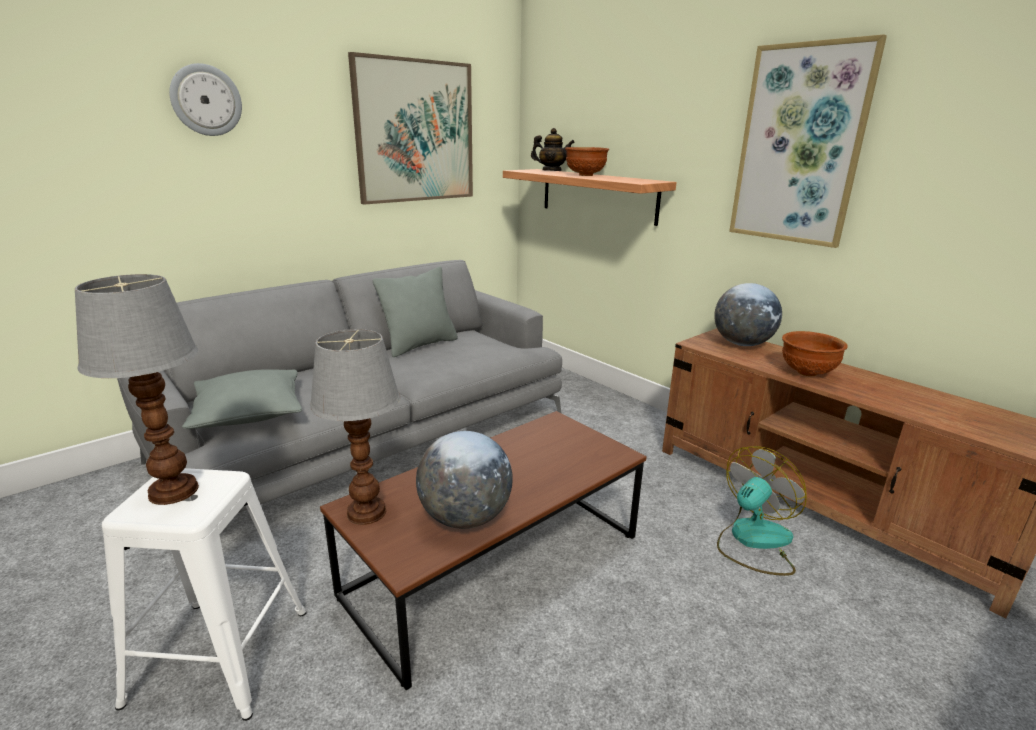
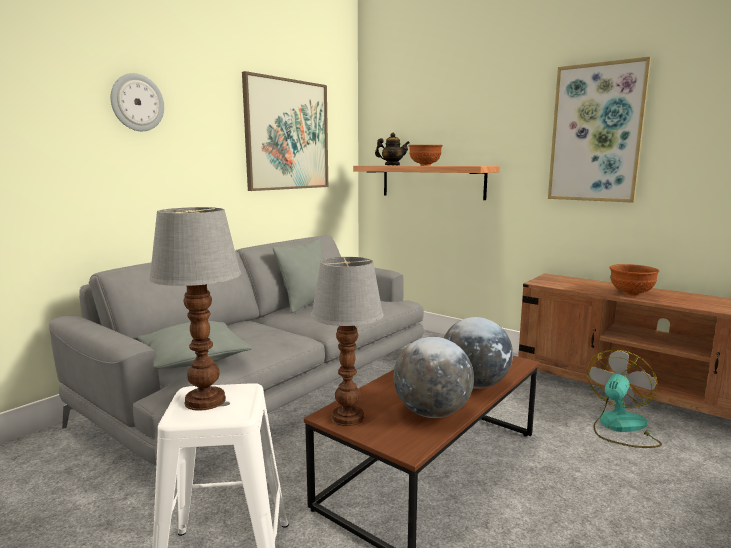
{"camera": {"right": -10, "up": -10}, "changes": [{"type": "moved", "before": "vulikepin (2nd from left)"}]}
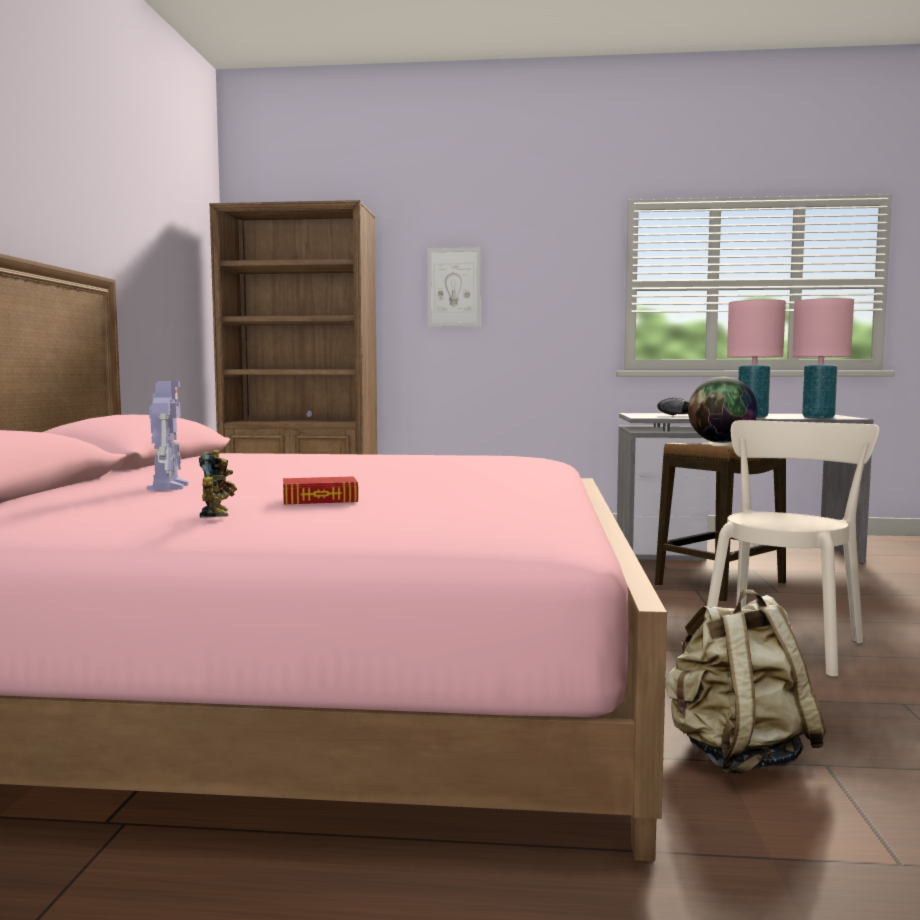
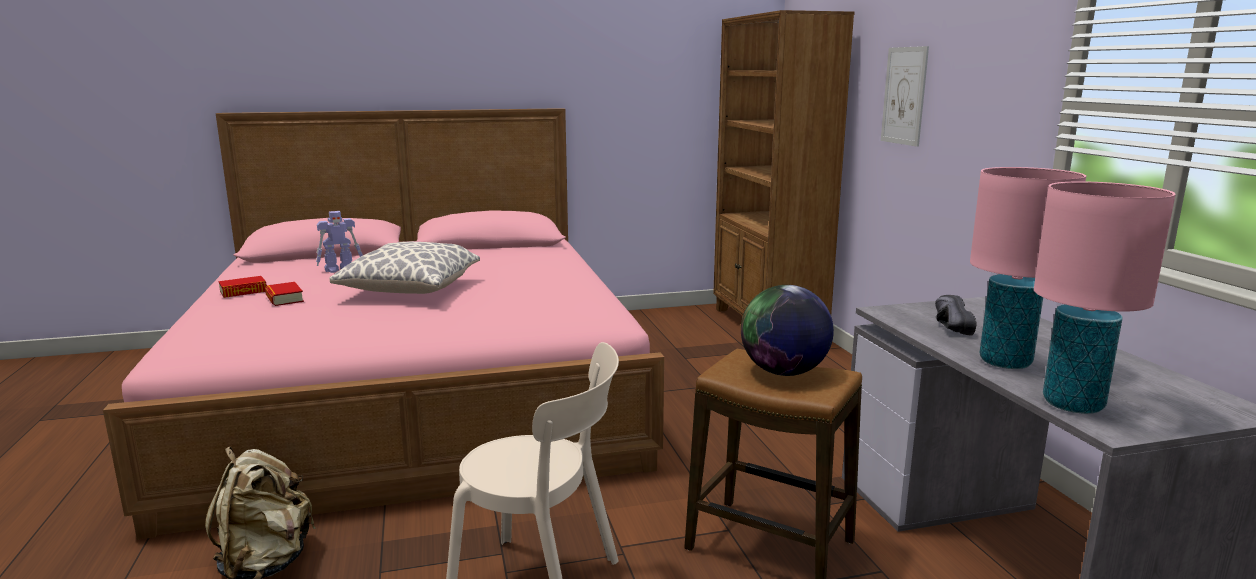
{"camera": {"right": 70, "up": 10}, "changes": [{"type": "replaced", "before": "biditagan (2nd from left)", "after": "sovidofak (1st from left)"}, {"type": "added", "after": "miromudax"}]}
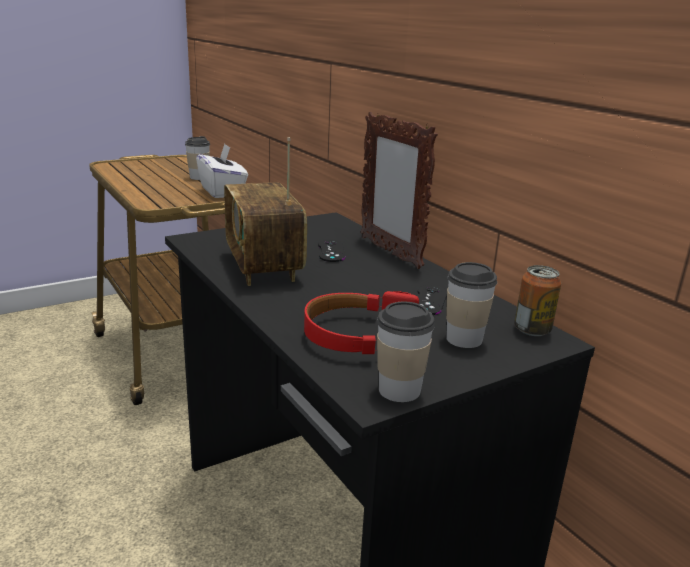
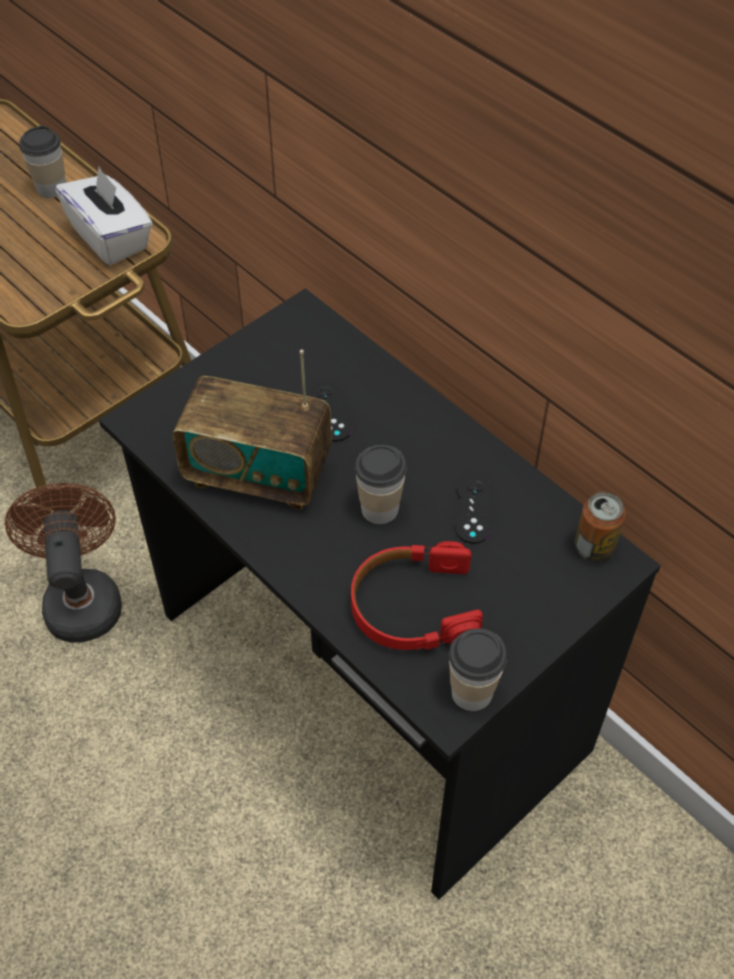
{"camera": {"right": -10, "up": 30}, "changes": [{"type": "added", "after": "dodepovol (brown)"}, {"type": "turned", "before": "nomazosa", "turn": -45}, {"type": "moved", "before": "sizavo (3rd from left in the first image)", "after": "sizavo (2nd from left)"}, {"type": "removed", "before": "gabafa"}]}
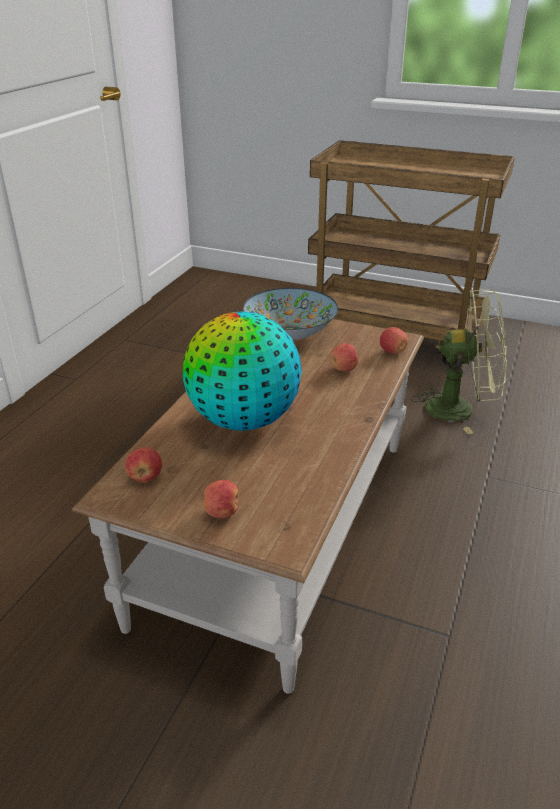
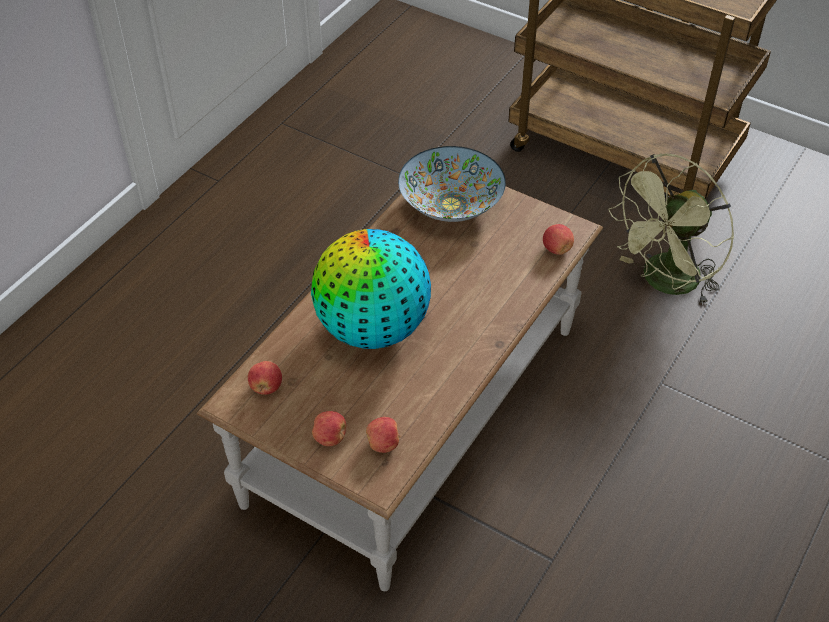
{"camera": {"right": 10, "up": 15}, "changes": [{"type": "moved", "before": "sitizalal (3rd from left)"}, {"type": "turned", "before": "dodepovol (green)", "turn": 120}]}
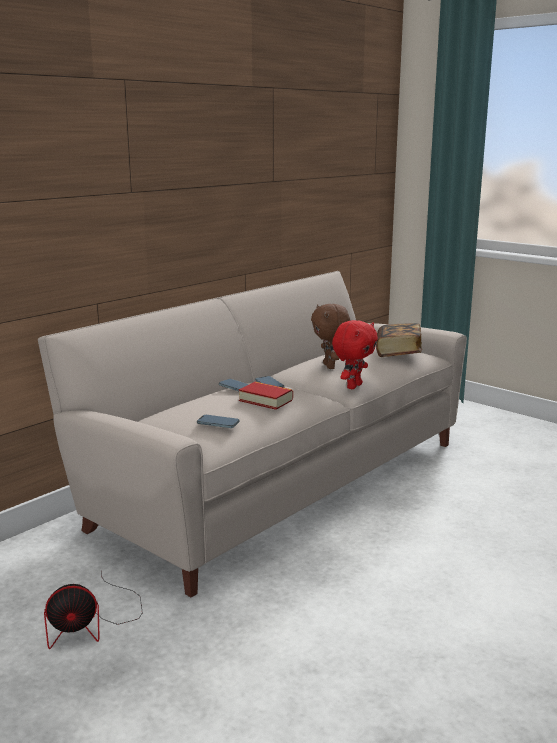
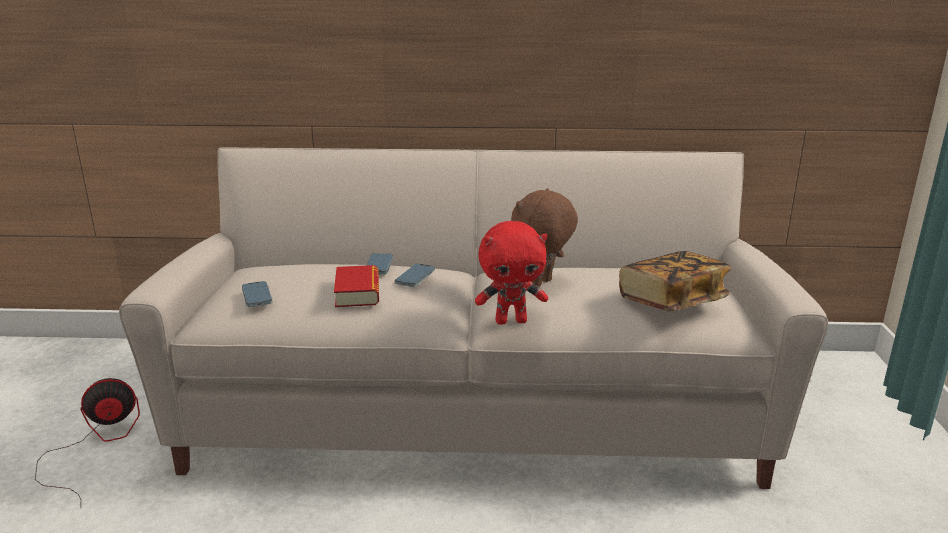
{"camera": {"right": 50, "up": 5}, "changes": [{"type": "turned", "before": "dodepovol", "turn": 120}]}
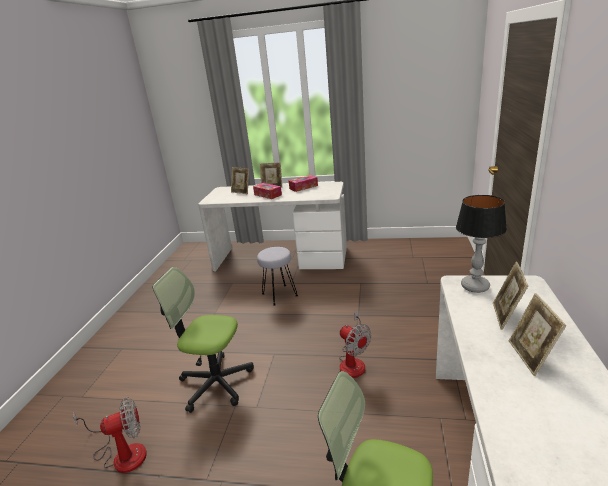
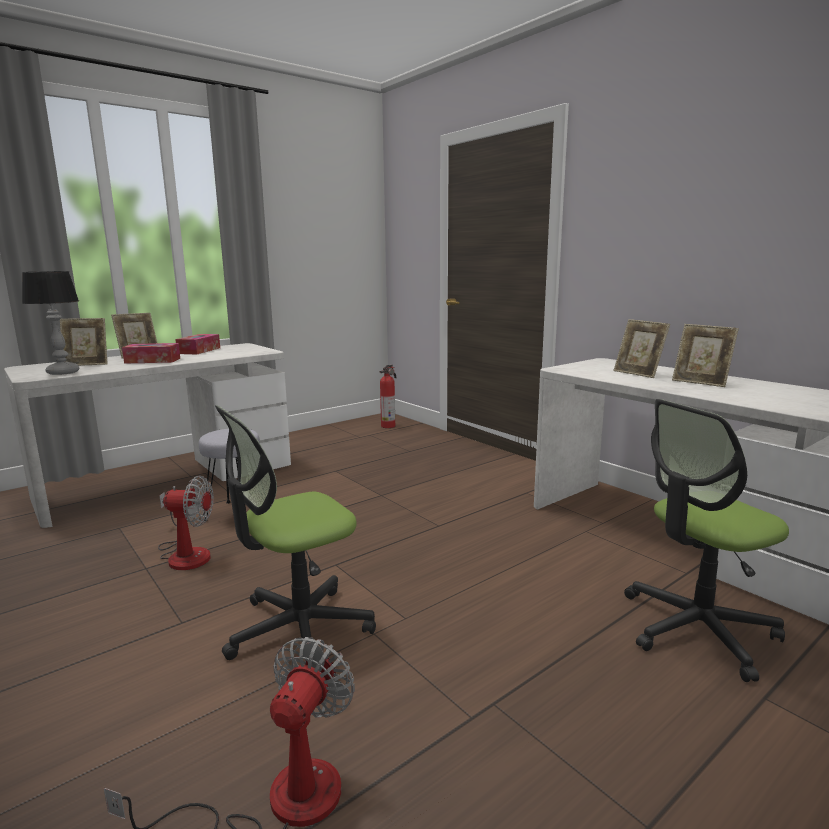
{"camera": {"right": -50, "up": -10}, "changes": [{"type": "moved", "before": "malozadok"}, {"type": "moved", "before": "dodepovol (2nd from left in the first image)", "after": "dodepovol (1st from left)"}, {"type": "added", "after": "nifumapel"}]}
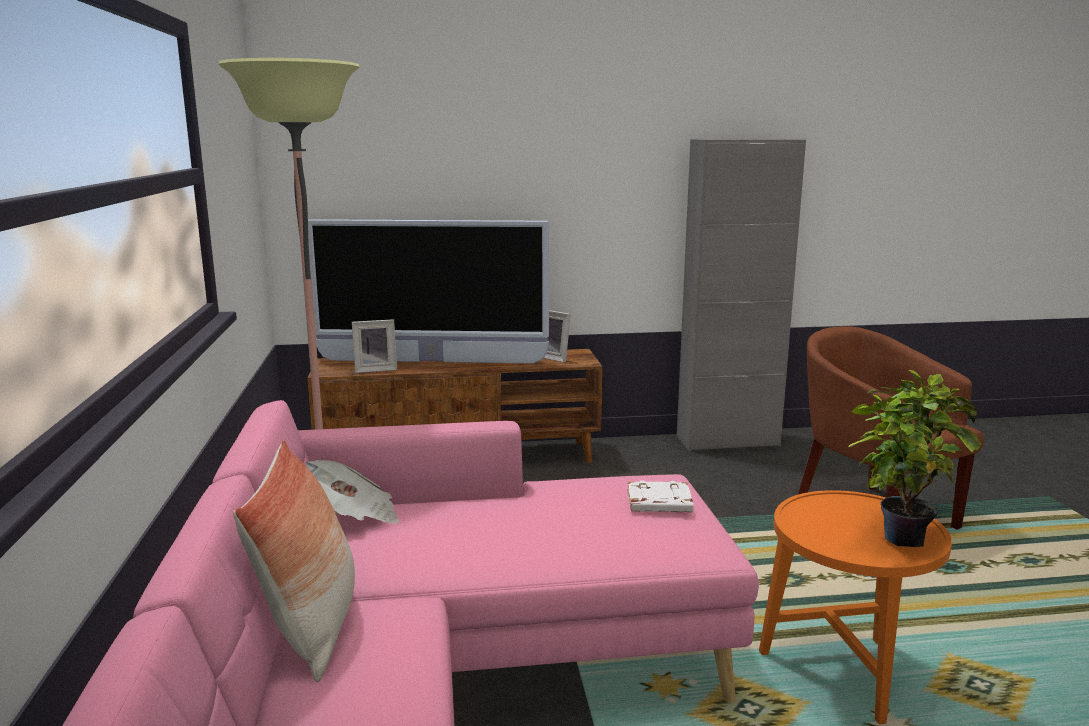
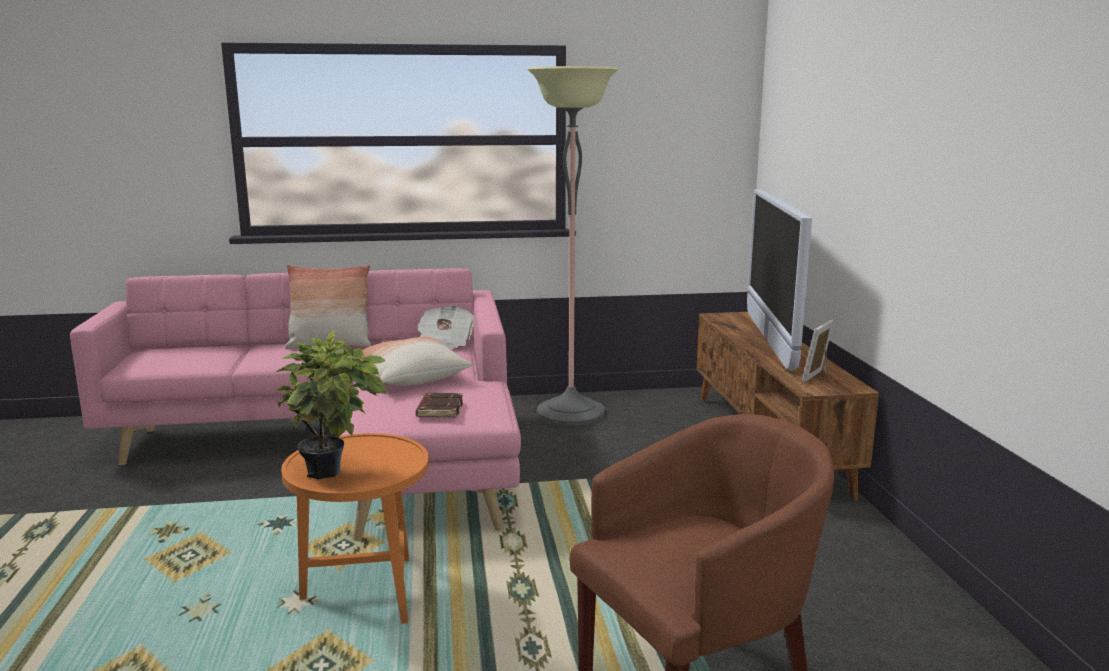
{"camera": {"right": 90, "up": 0}, "changes": [{"type": "added", "after": "miromudax (2nd from left)"}, {"type": "recoloured", "before": "sovidofak (white)", "after": "sovidofak (brown)"}, {"type": "removed", "before": "gabafa (1st from left)"}, {"type": "removed", "before": "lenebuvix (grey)"}]}
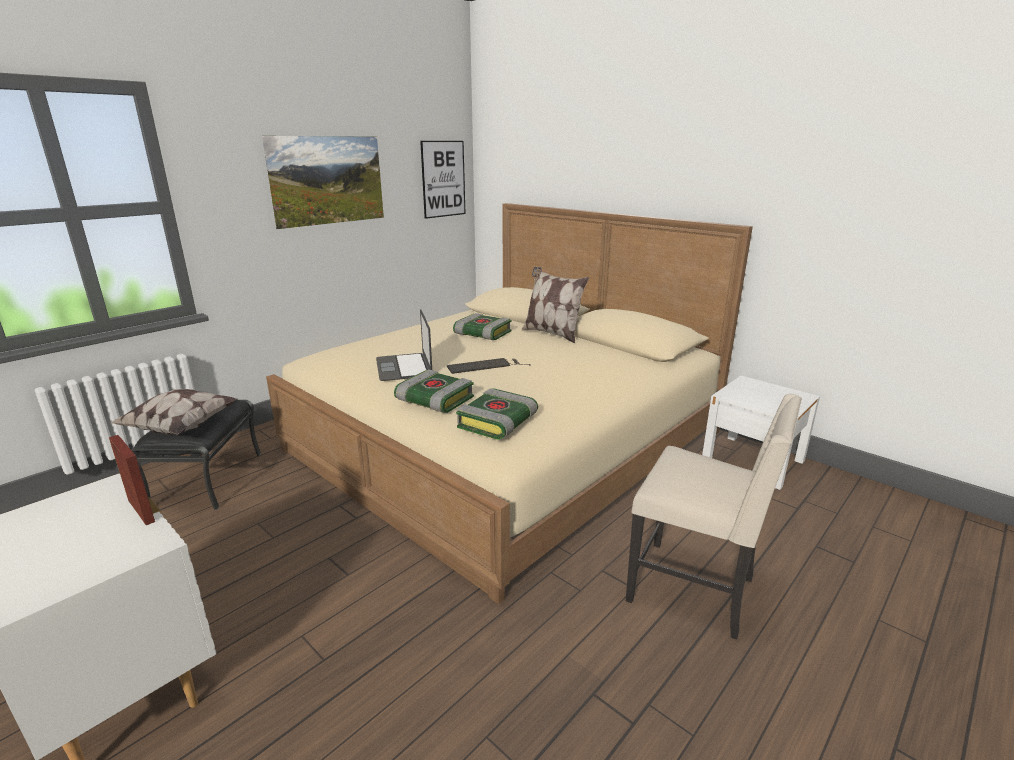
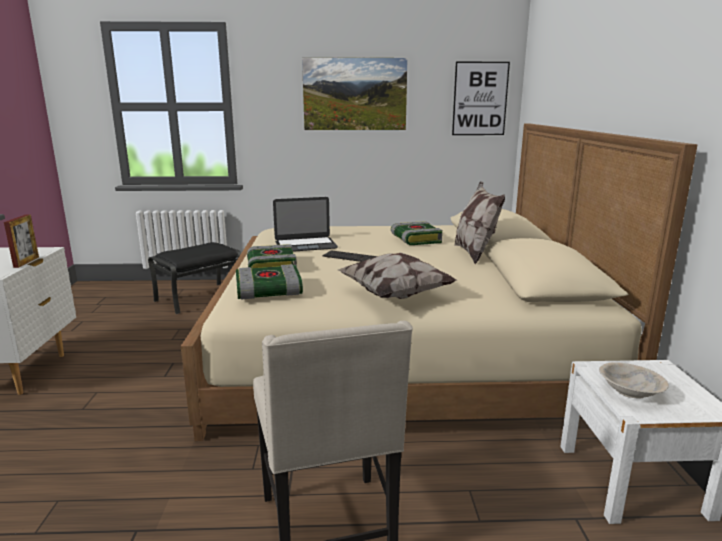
{"camera": {"right": 45, "up": -5}, "changes": [{"type": "turned", "before": "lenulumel", "turn": -135}, {"type": "moved", "before": "miromudax (1st from left)"}, {"type": "added", "after": "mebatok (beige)"}]}
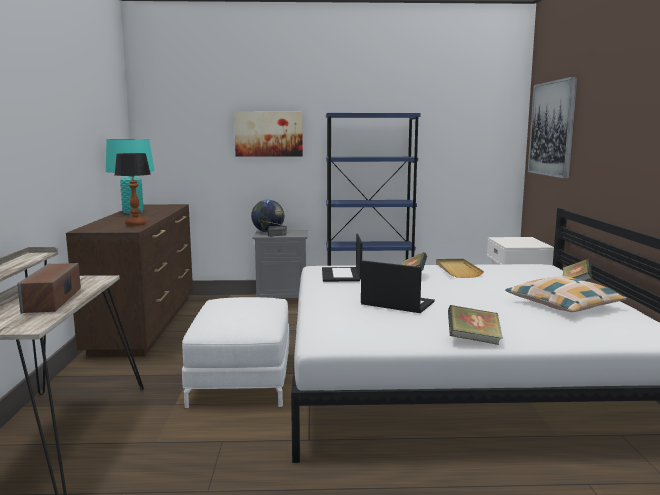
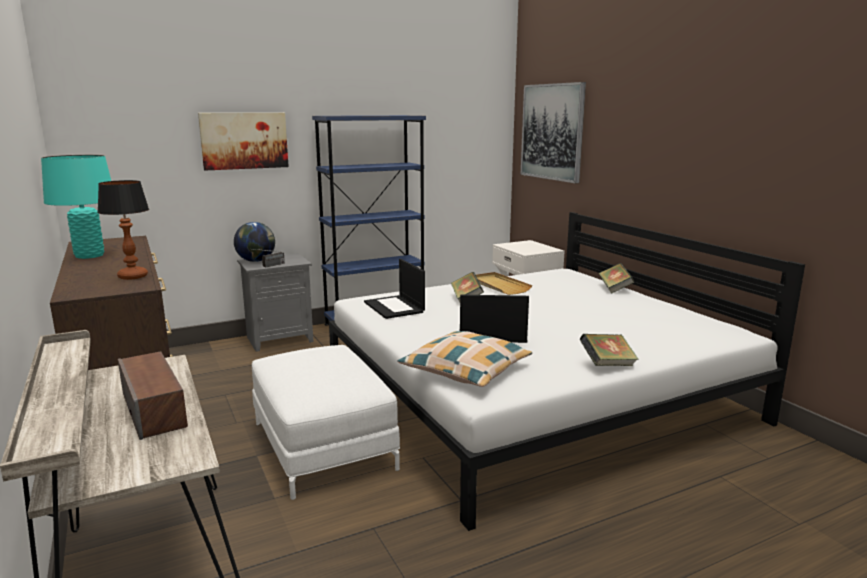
{"camera": {"right": -25, "up": 5}, "changes": [{"type": "moved", "before": "miromudax"}]}
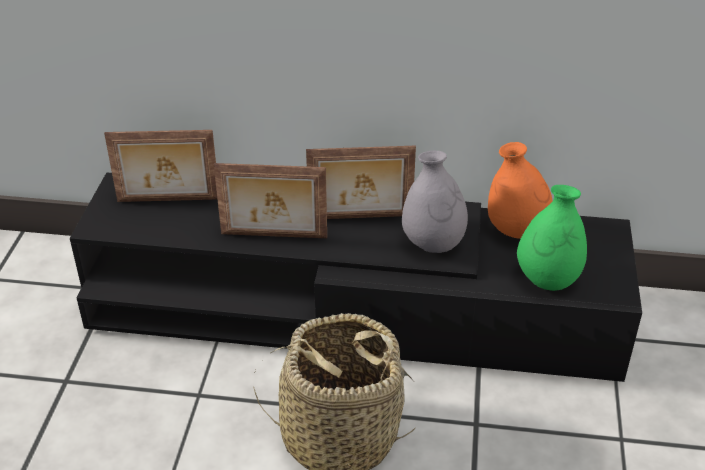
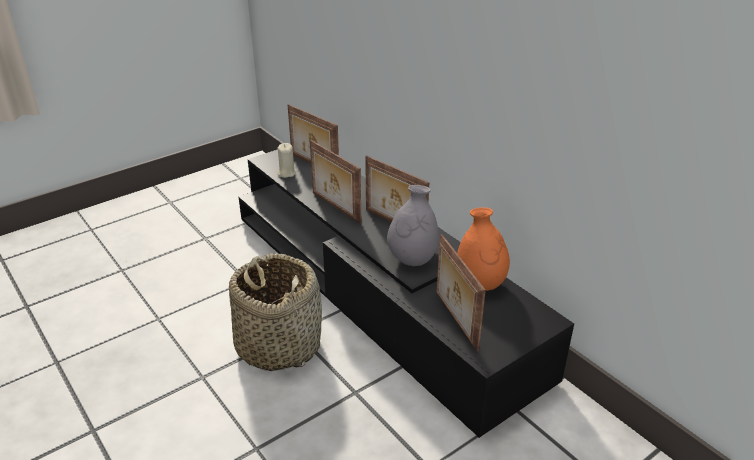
{"camera": {"right": 45, "up": -5}, "changes": [{"type": "added", "after": "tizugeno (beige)"}, {"type": "replaced", "before": "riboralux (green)", "after": "gabafa (4th from left)"}]}
